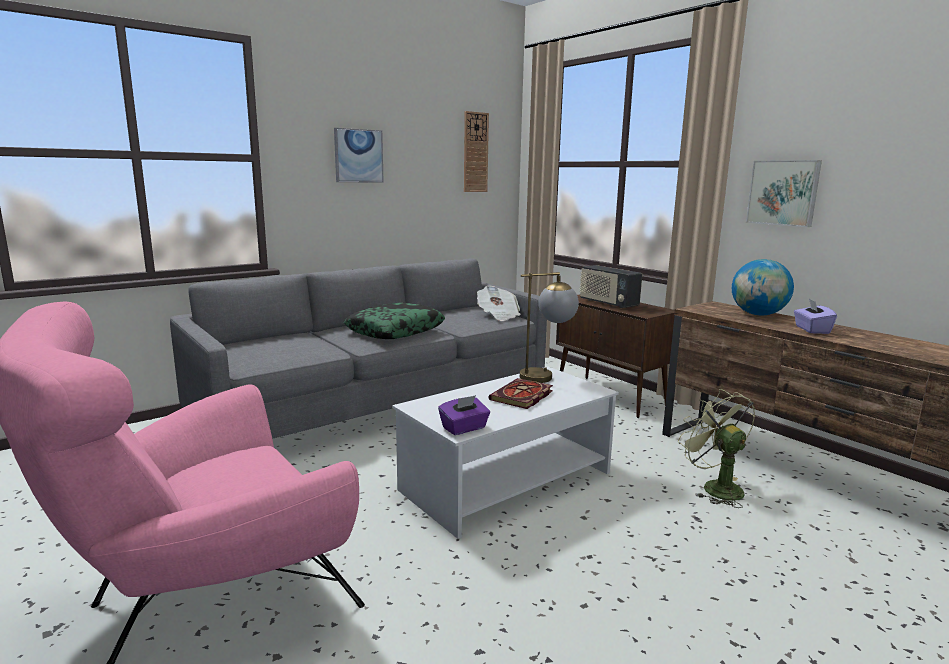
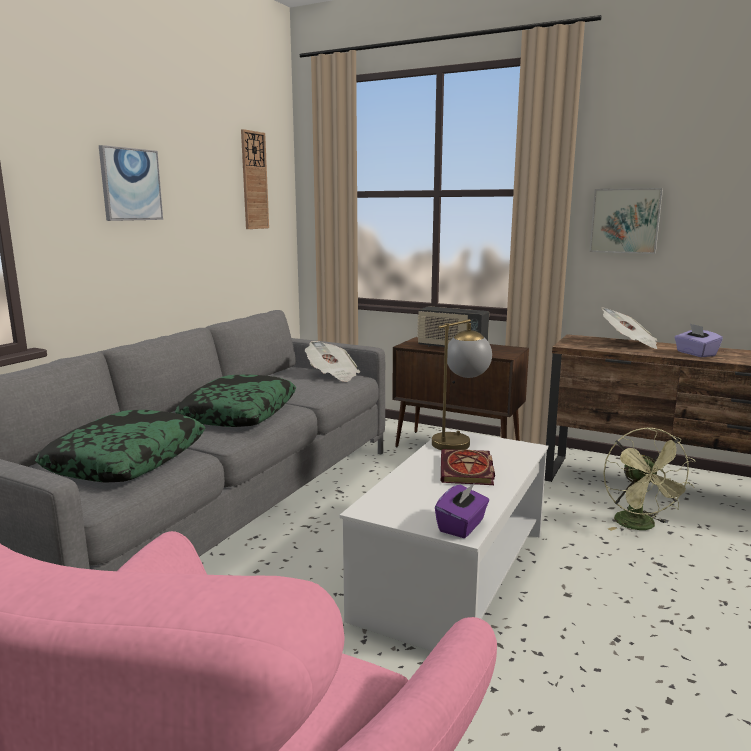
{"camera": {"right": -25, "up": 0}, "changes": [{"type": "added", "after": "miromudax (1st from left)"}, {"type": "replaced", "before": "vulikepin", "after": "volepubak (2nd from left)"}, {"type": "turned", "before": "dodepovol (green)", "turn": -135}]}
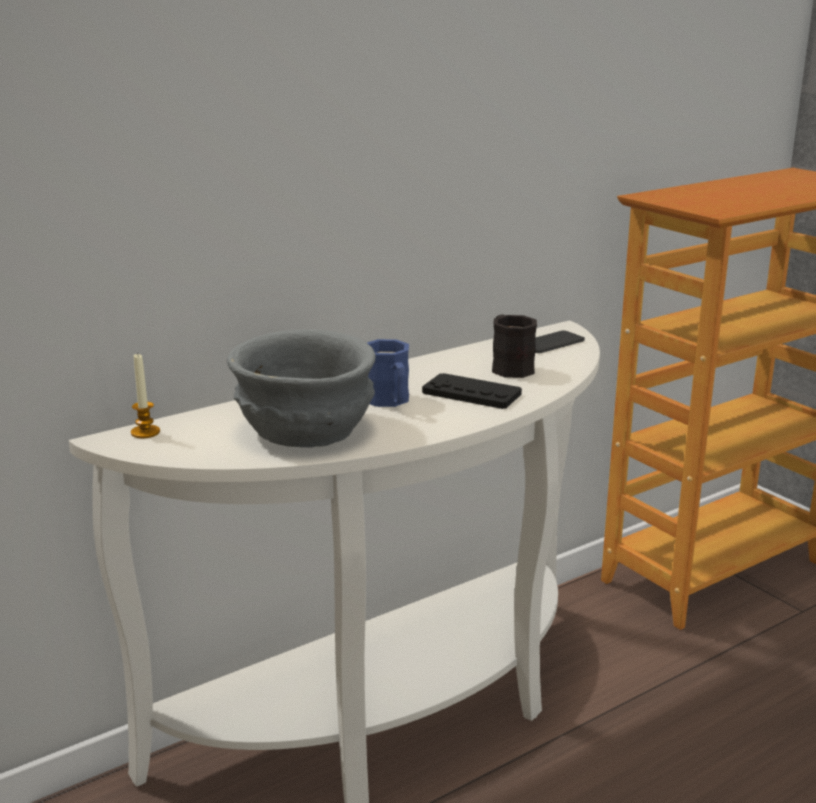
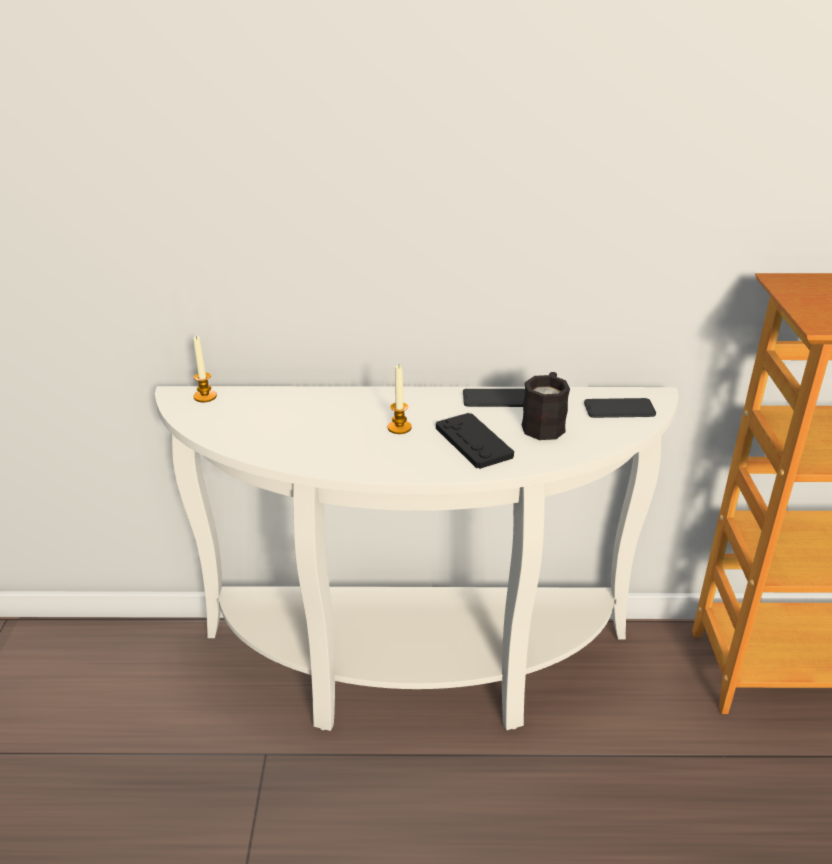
{"camera": {"right": 35, "up": 10}, "changes": [{"type": "replaced", "before": "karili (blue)", "after": "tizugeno (2nd from left)"}, {"type": "added", "after": "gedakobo (1st from left)"}, {"type": "removed", "before": "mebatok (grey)"}]}
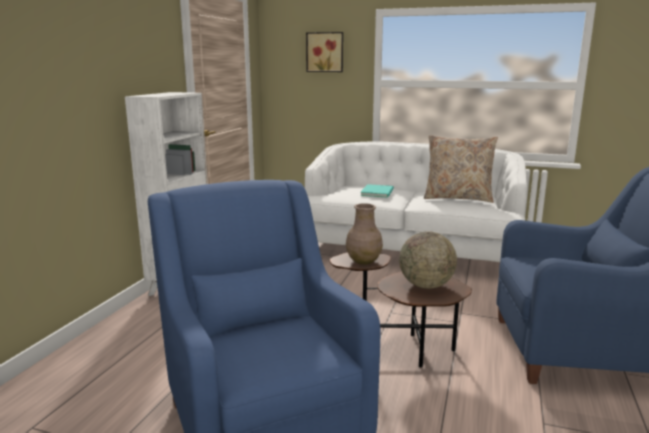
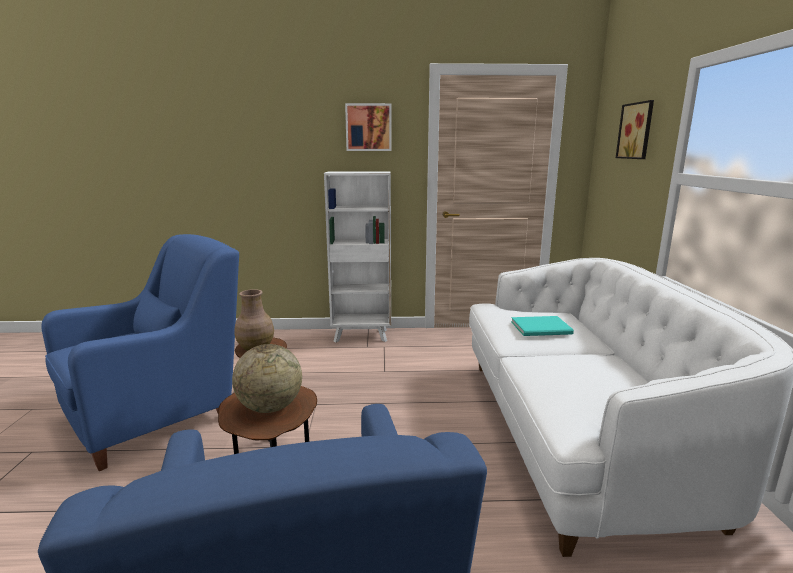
{"camera": {"right": 70, "up": 0}, "changes": [{"type": "added", "after": "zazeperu (1st from left)"}, {"type": "removed", "before": "miromudax (beige)"}]}
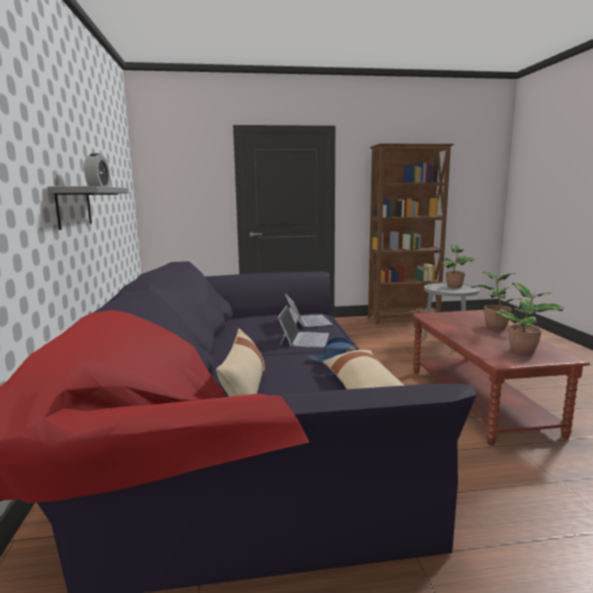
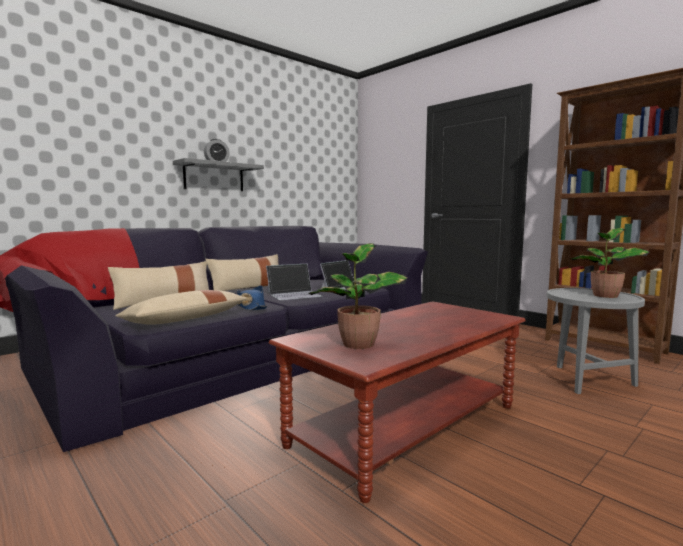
{"camera": {"right": 55, "up": -5}, "changes": [{"type": "added", "after": "miromudax (beige) (3rd from left)"}, {"type": "removed", "before": "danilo (2nd from left)"}]}
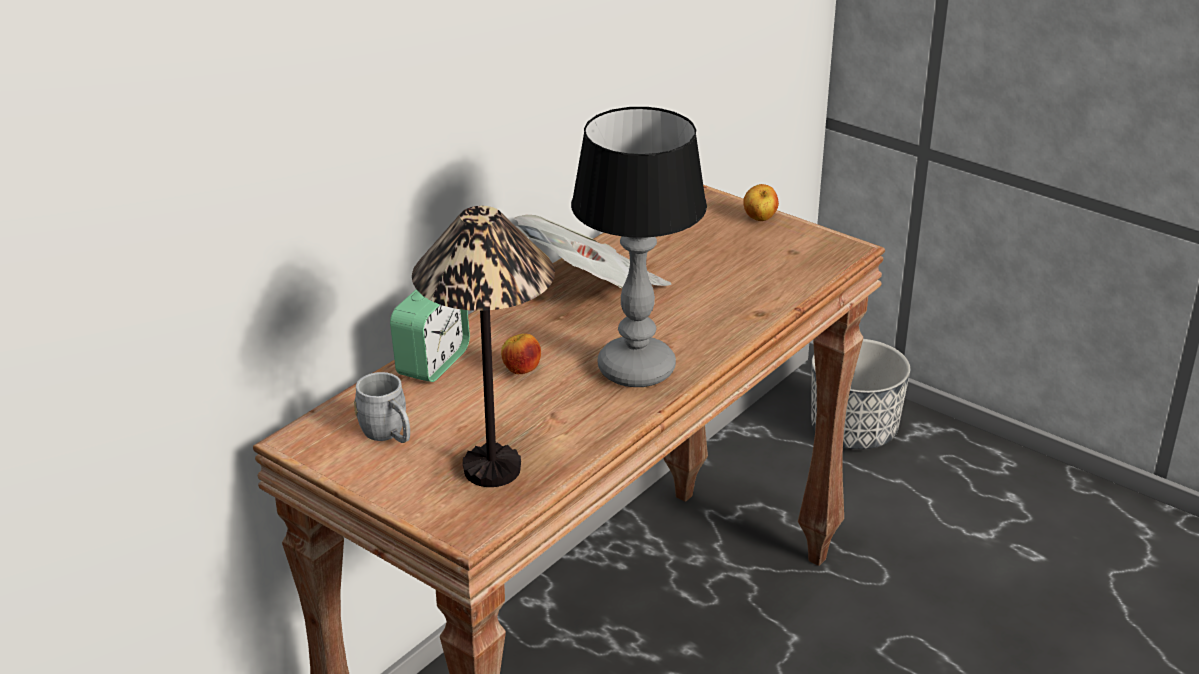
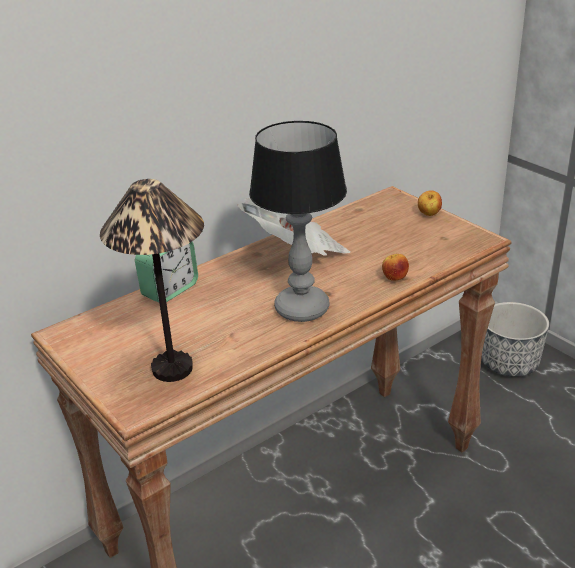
{"camera": {"right": 15, "up": 0}, "changes": [{"type": "moved", "before": "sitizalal (1st from left)"}, {"type": "removed", "before": "karili (grey)"}]}
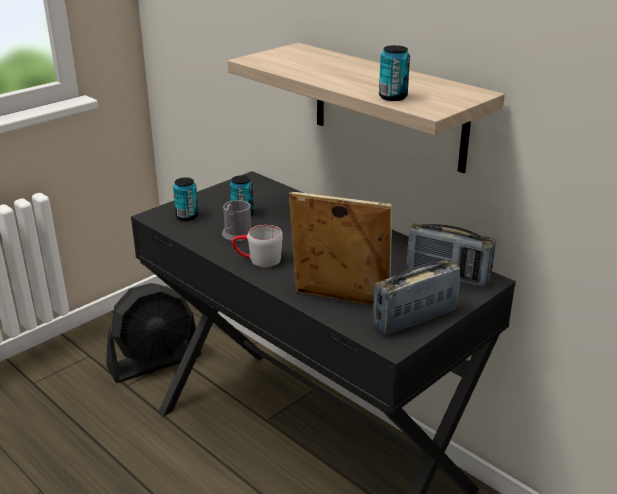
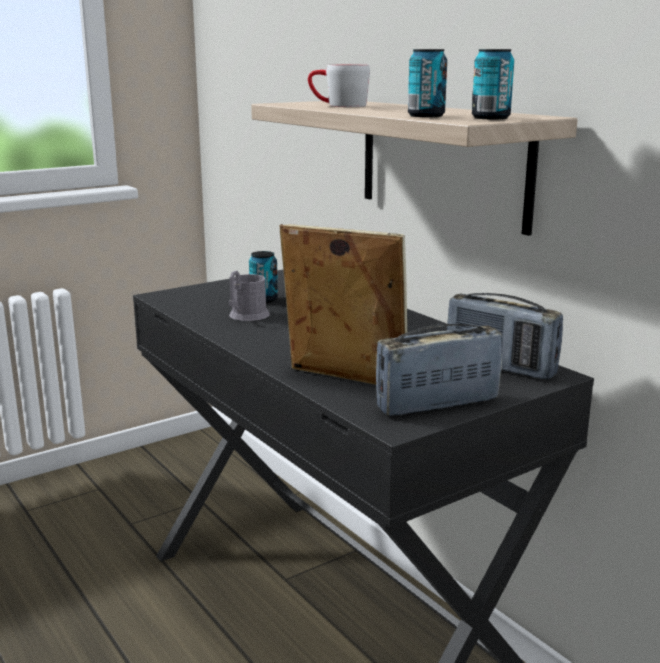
{"camera": {"right": 10, "up": -10}, "changes": [{"type": "moved", "before": "karili (grey) (2nd from left)"}, {"type": "moved", "before": "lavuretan (1st from left in the first image)", "after": "lavuretan (3rd from left)"}, {"type": "removed", "before": "dodepovol (black)"}]}
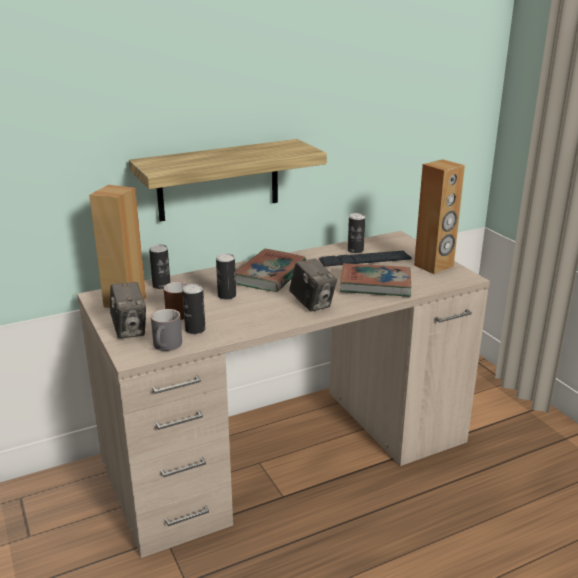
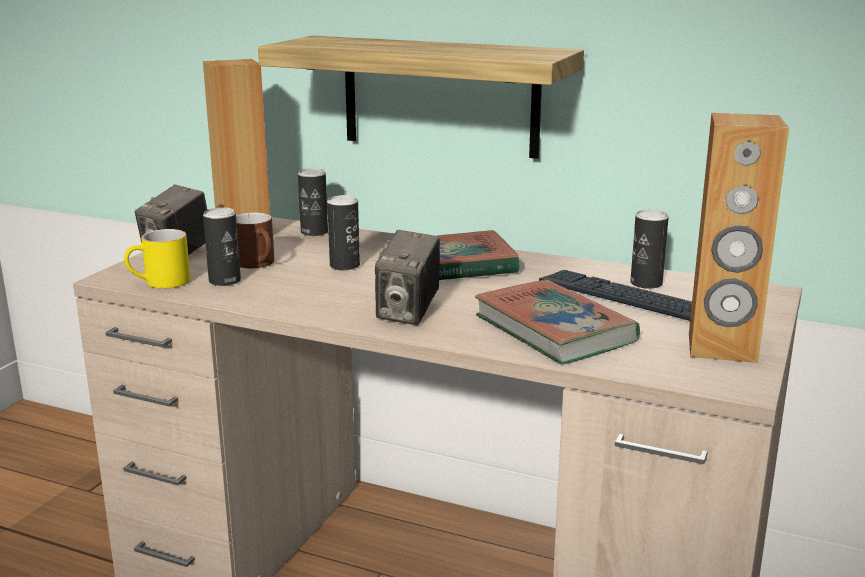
{"camera": {"right": 50, "up": -5}, "changes": [{"type": "recoloured", "before": "karili (grey)", "after": "karili (yellow)"}]}
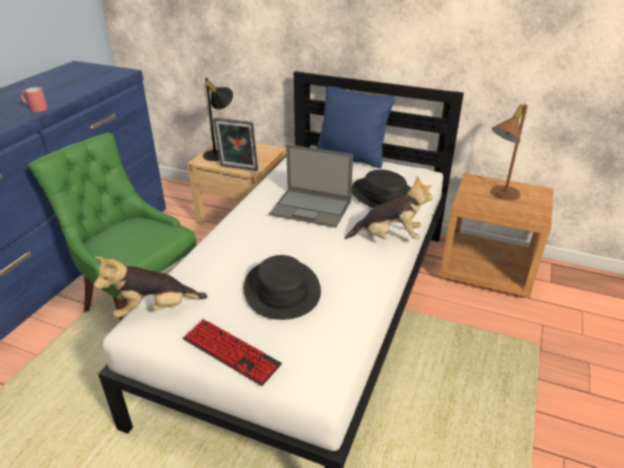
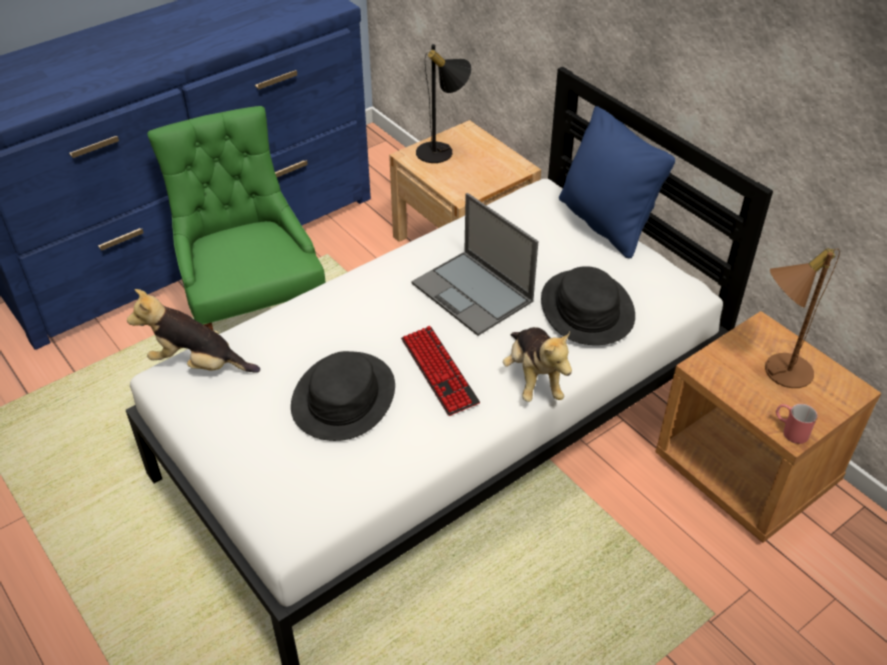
{"camera": {"right": 30, "up": 10}, "changes": [{"type": "moved", "before": "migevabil"}, {"type": "turned", "before": "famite (2nd from left)", "turn": 45}, {"type": "moved", "before": "karili (red)"}, {"type": "removed", "before": "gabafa"}]}
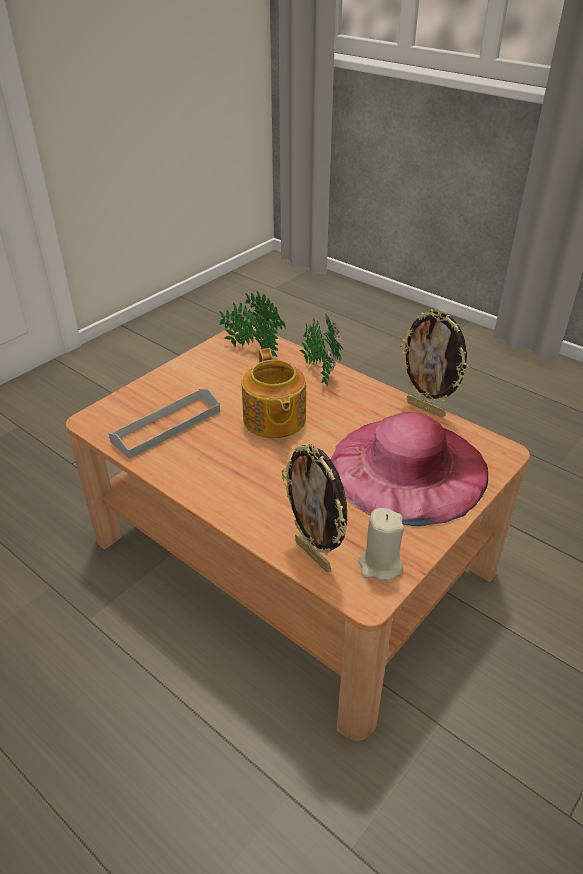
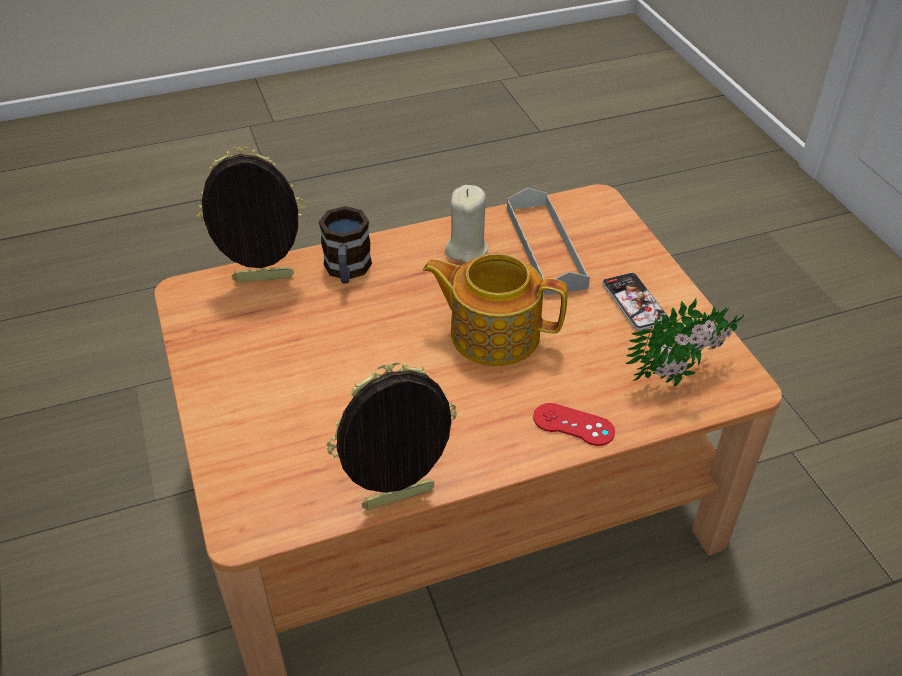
{"camera": {"right": 120, "up": 5}, "changes": [{"type": "added", "after": "karili"}, {"type": "moved", "before": "tizugeno (beige)"}, {"type": "replaced", "before": "danilo (2nd from left)", "after": "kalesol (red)"}, {"type": "added", "after": "gedakobo"}, {"type": "removed", "before": "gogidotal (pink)"}]}
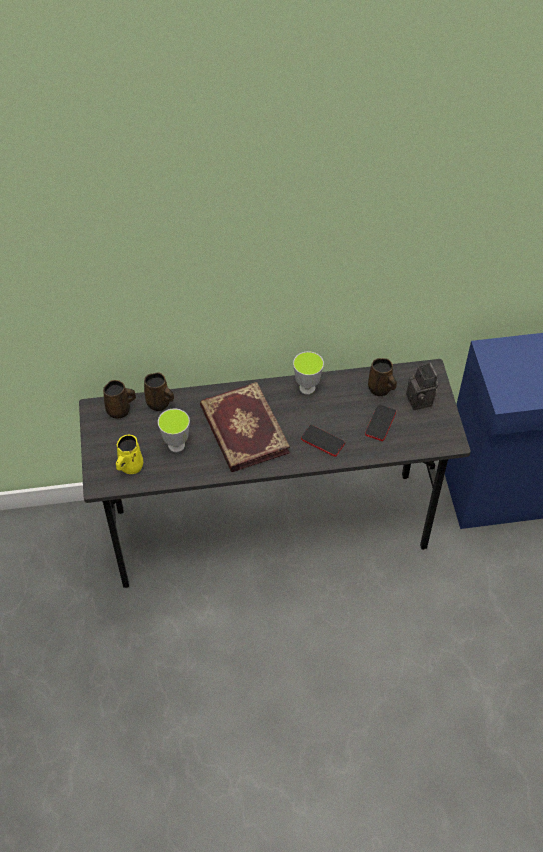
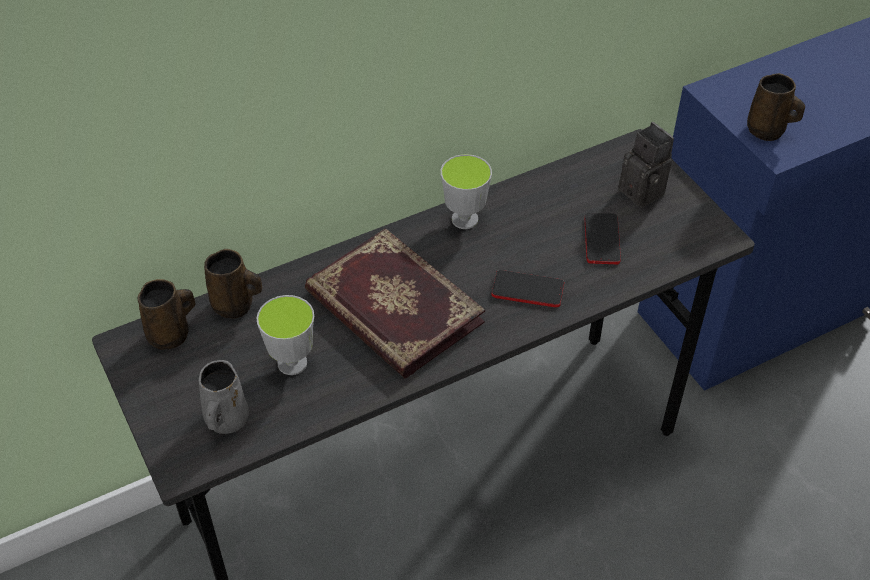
{"camera": {"right": -20, "up": -5}, "changes": [{"type": "recoloured", "before": "karili (yellow)", "after": "karili (grey)"}, {"type": "moved", "before": "karili (brown) (3rd from left)"}]}
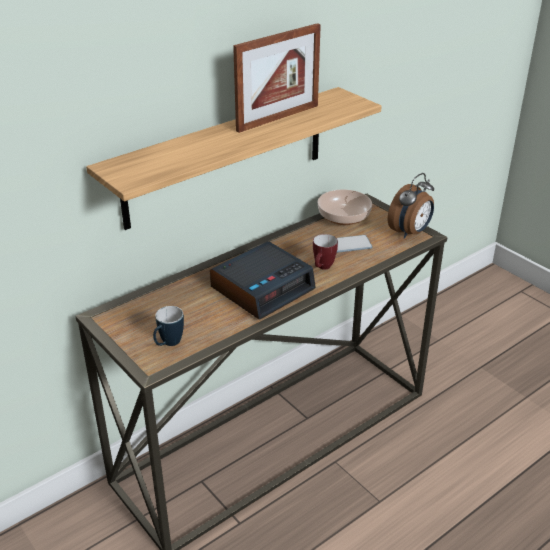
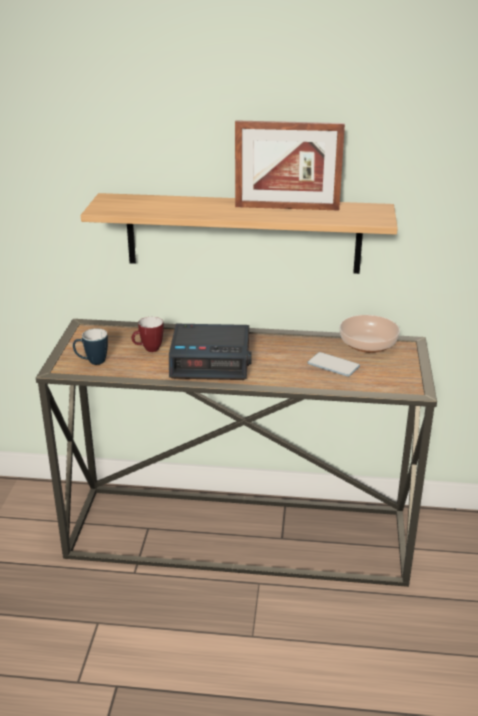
{"camera": {"right": 45, "up": -5}, "changes": [{"type": "moved", "before": "karili (2nd from left)"}, {"type": "removed", "before": "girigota (2nd from left)"}]}
